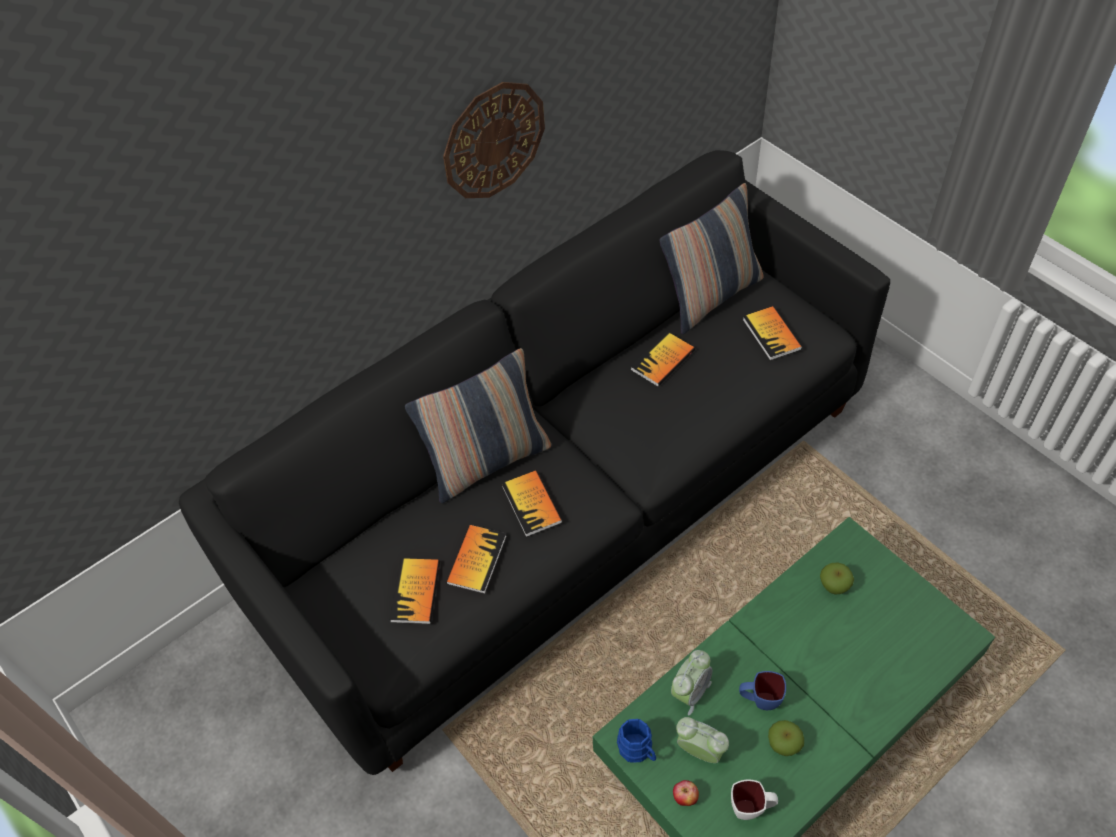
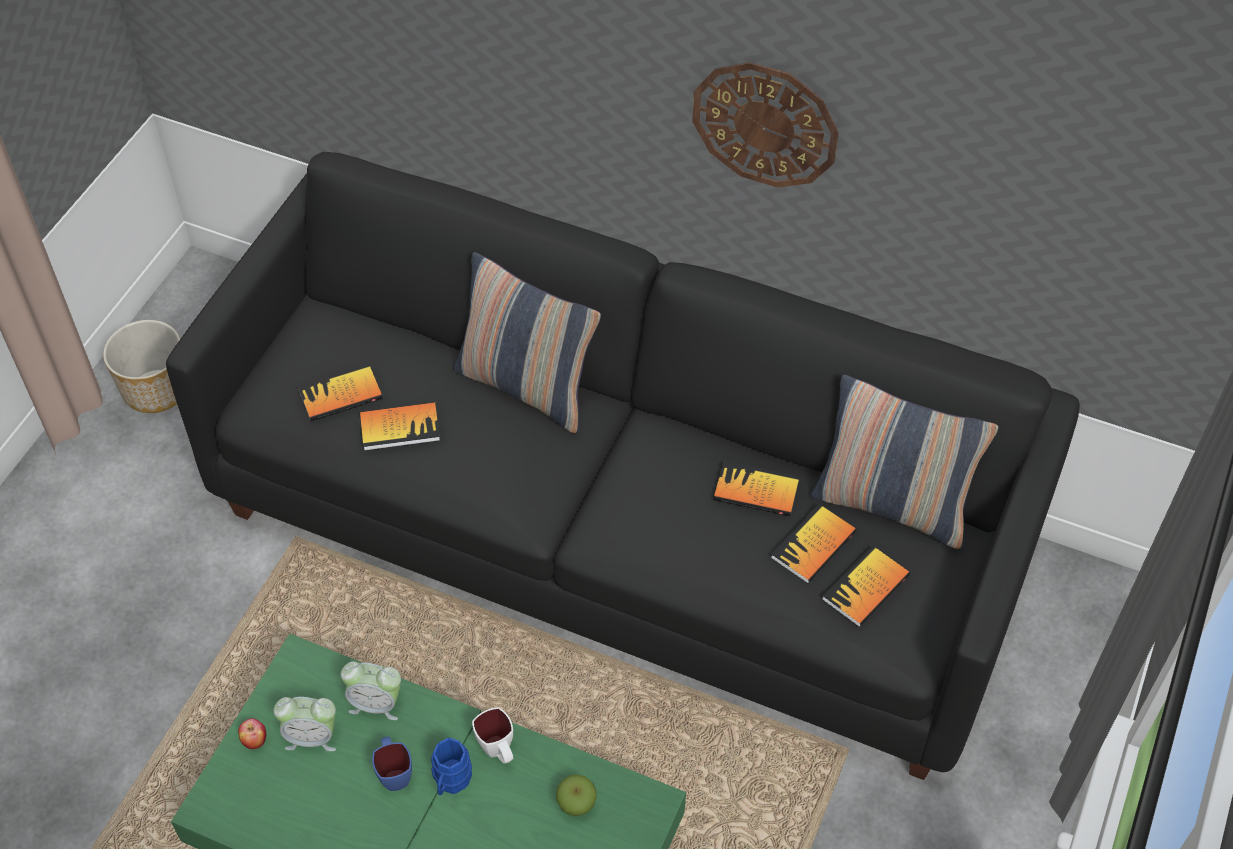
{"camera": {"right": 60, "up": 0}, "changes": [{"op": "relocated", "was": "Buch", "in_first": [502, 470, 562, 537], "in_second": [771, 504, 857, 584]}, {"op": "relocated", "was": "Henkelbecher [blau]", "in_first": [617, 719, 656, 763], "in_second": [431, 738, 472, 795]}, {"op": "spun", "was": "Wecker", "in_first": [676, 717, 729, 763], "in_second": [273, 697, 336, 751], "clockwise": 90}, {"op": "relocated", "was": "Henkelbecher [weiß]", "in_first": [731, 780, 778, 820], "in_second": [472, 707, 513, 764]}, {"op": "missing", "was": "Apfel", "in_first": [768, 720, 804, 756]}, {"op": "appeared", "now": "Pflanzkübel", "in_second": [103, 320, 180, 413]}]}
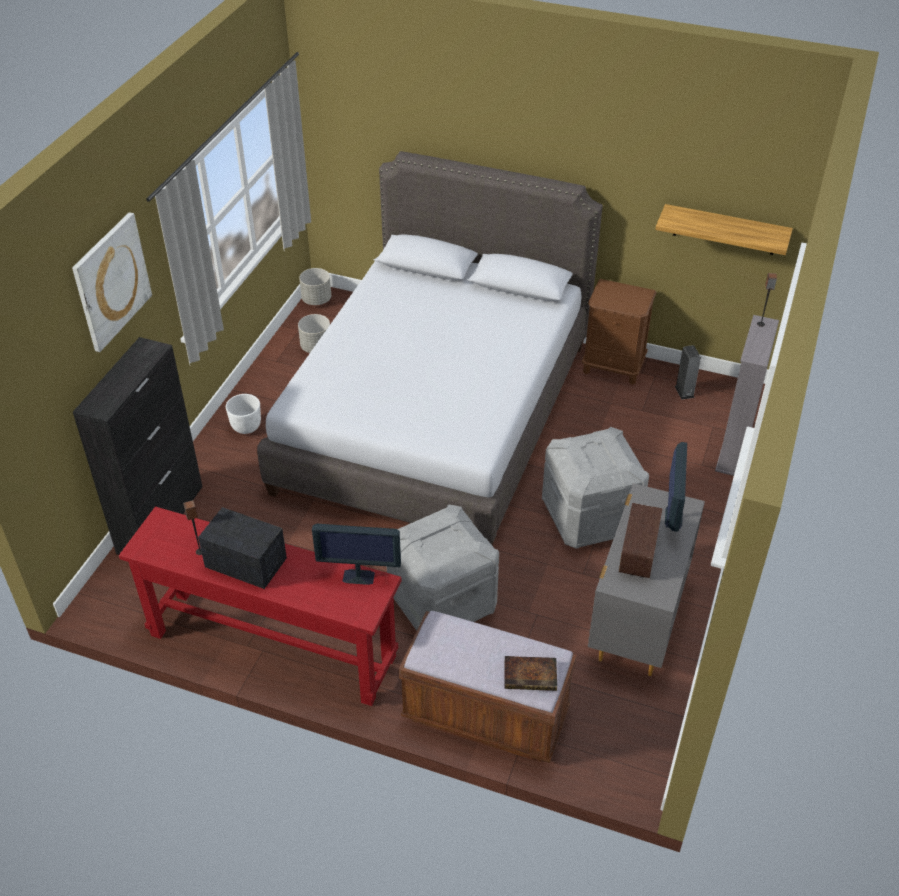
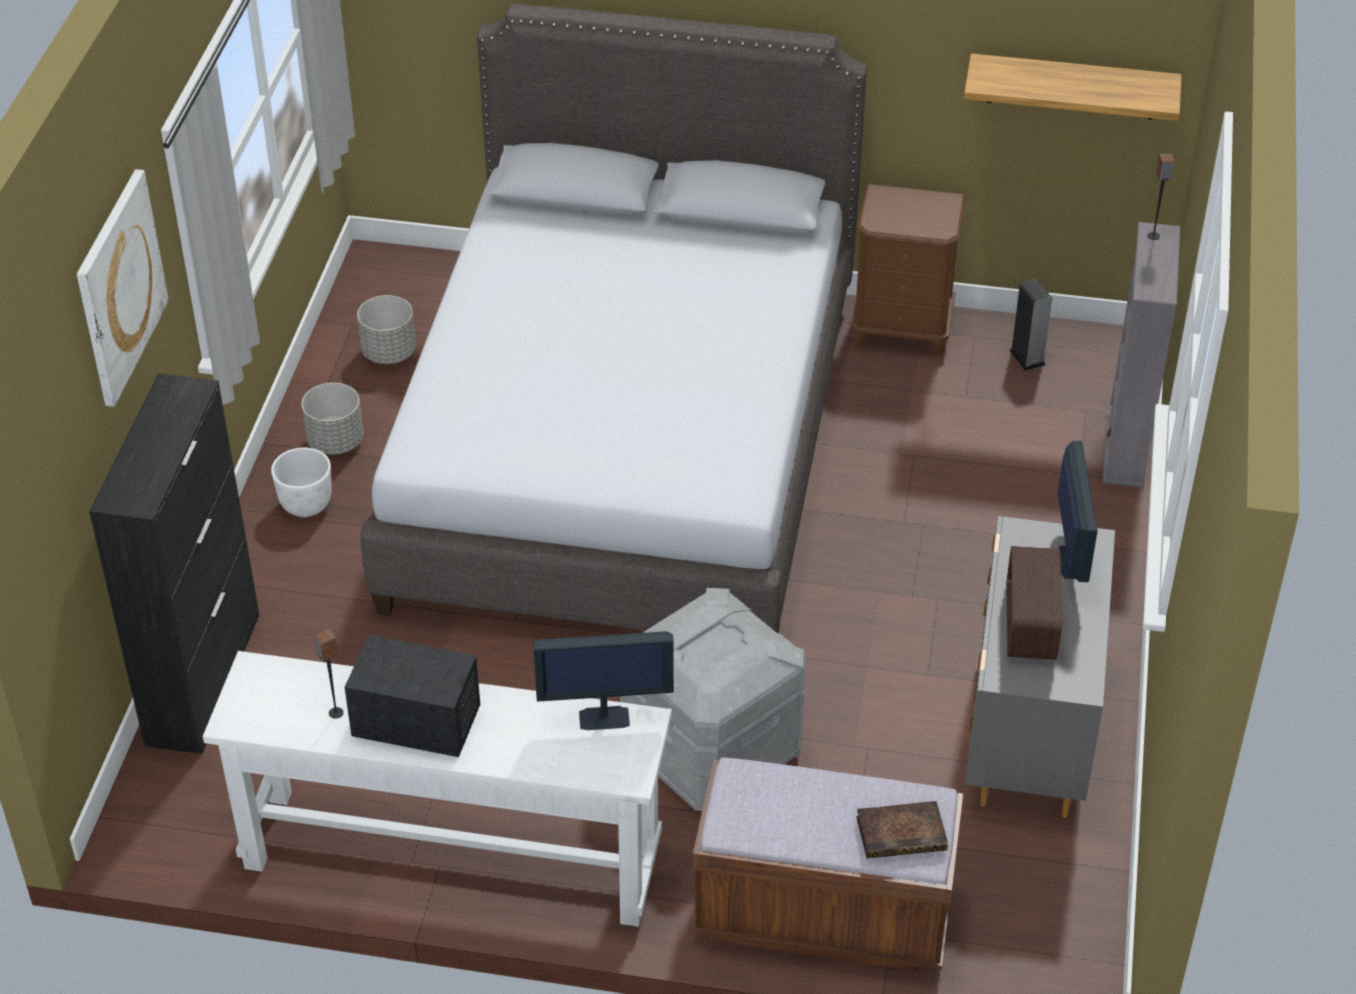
{"camera": {"right": -10, "up": 0}, "changes": [{"op": "colour", "was": "Konsolentisch [rot]", "now": "Konsolentisch [weiß]", "in_first": [119, 506, 401, 706], "in_second": [203, 651, 672, 927]}, {"op": "relocated", "was": "Pflanzkübel [grau]", "in_first": [299, 268, 331, 305], "in_second": [301, 383, 363, 455]}, {"op": "missing", "was": "Aufbewahrungsbox [grau]", "in_first": [542, 427, 649, 549]}]}
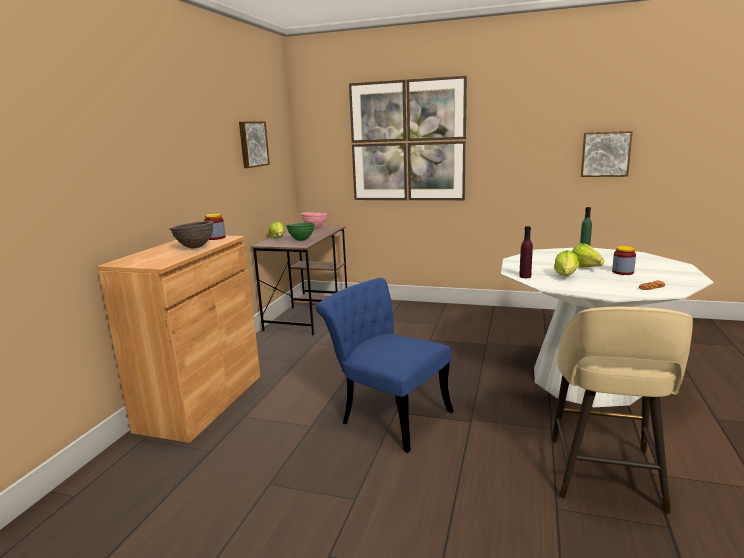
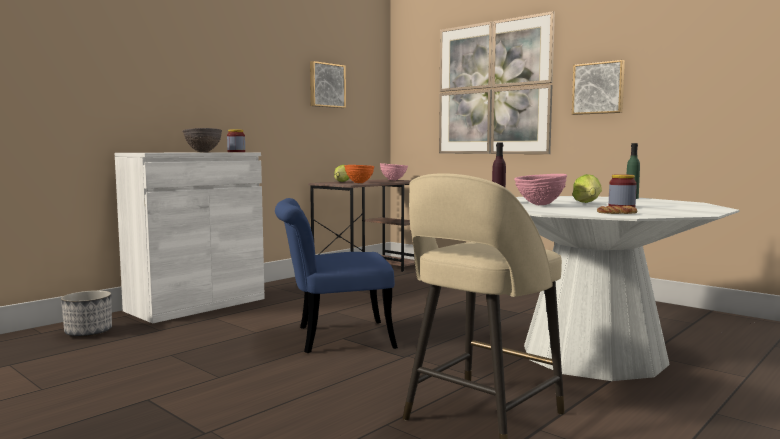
{"camera": {"right": 25, "up": -10}, "changes": [{"op": "colour", "was": "Schrank [braun]", "now": "Schrank [weiß]", "in_first": [97, 236, 260, 443], "in_second": [115, 152, 265, 323]}, {"op": "colour", "was": "Schüssel [grün]", "now": "Schüssel [orange]", "in_first": [286, 223, 315, 241], "in_second": [344, 165, 374, 183]}, {"op": "spun", "was": "Stuhl [blau]", "in_first": [316, 278, 454, 453], "in_second": [275, 198, 398, 353], "clockwise": -75}, {"op": "exchanged", "was": "Salatkopf", "now": "Schüssel [rosa]", "in_first": [554, 250, 579, 276], "in_second": [514, 174, 567, 206]}, {"op": "relocated", "was": "Bild", "in_first": [581, 131, 633, 177], "in_second": [572, 60, 625, 115]}, {"op": "appeared", "now": "Pflanzkübel", "in_second": [61, 290, 112, 337]}]}
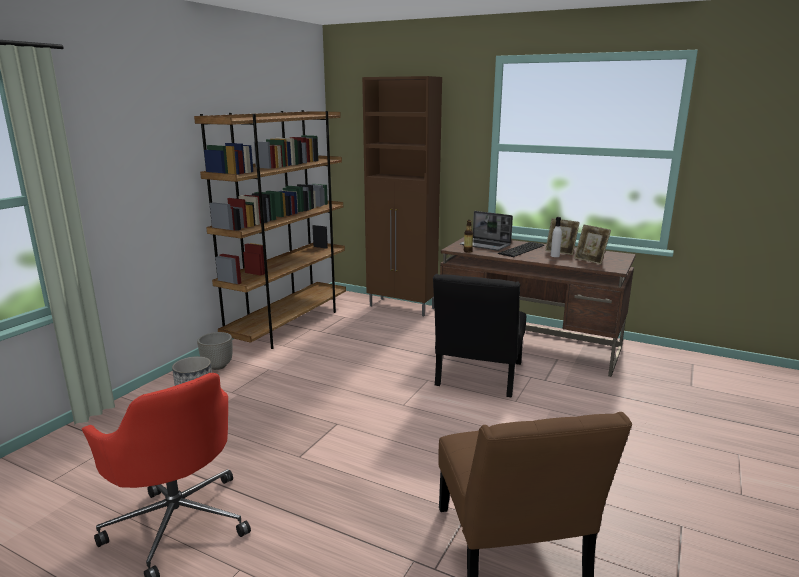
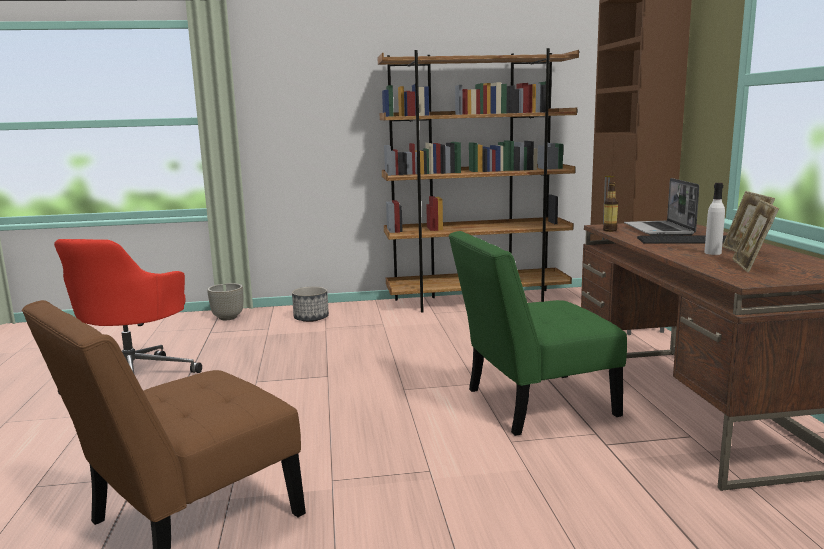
{"camera": {"right": 55, "up": -5}, "changes": [{"op": "relocated", "was": "Pflanzkübel [grau]", "in_first": [197, 332, 233, 370], "in_second": [207, 283, 243, 320]}, {"op": "colour", "was": "Stuhl [schwarz]", "now": "Stuhl [grün]", "in_first": [433, 274, 526, 398], "in_second": [449, 231, 627, 436]}]}
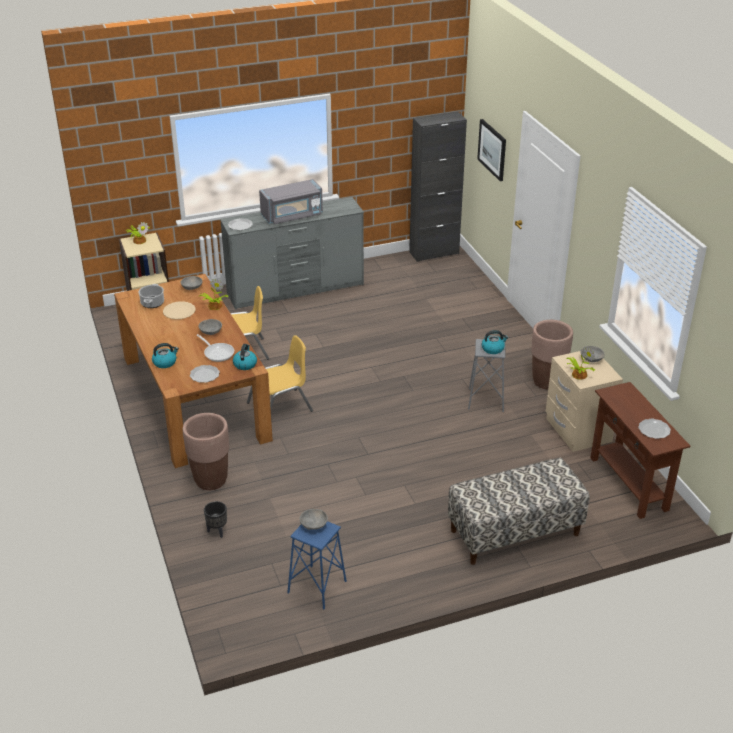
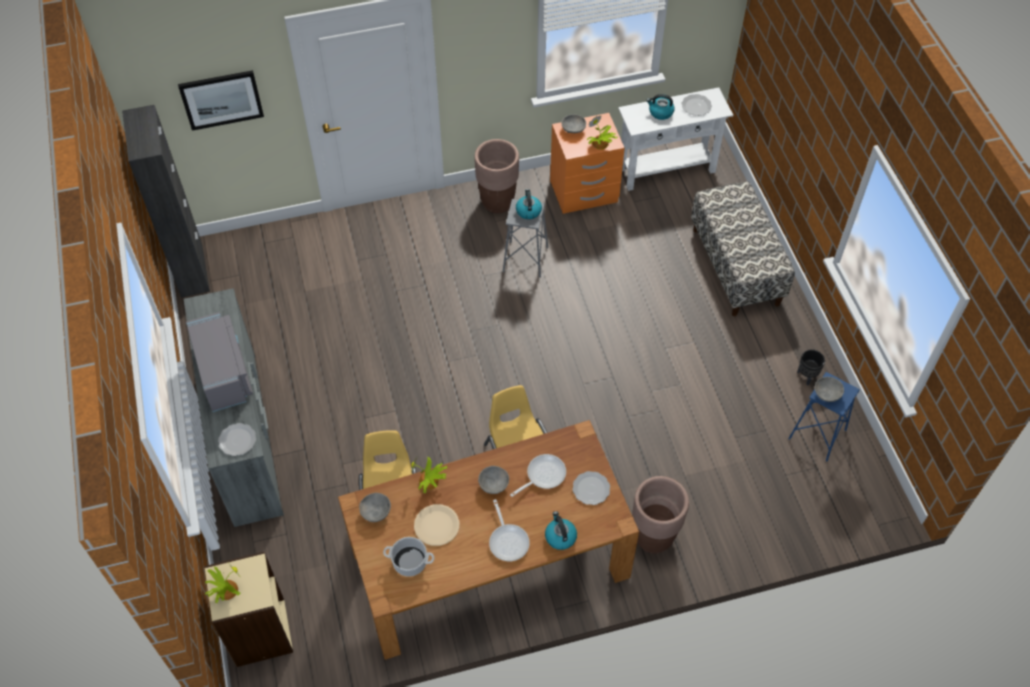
{"camera": {"right": -85, "up": 20}, "changes": [{"op": "relocated", "was": "Pflanzkübel [schwarz]", "in_first": [204, 501, 227, 538], "in_second": [797, 350, 825, 385]}, {"op": "relocated", "was": "Wasserkessel", "in_first": [233, 344, 257, 370], "in_second": [646, 94, 674, 120]}, {"op": "colour", "was": "Nachttisch [beige]", "now": "Nachttisch [orange]", "in_first": [546, 351, 623, 452], "in_second": [550, 113, 625, 214]}, {"op": "colour", "was": "Konsolentisch [braun]", "now": "Konsolentisch [weiß]", "in_first": [590, 382, 691, 519], "in_second": [618, 87, 733, 191]}, {"op": "appeared", "now": "Pfanne", "in_second": [489, 499, 530, 561]}]}
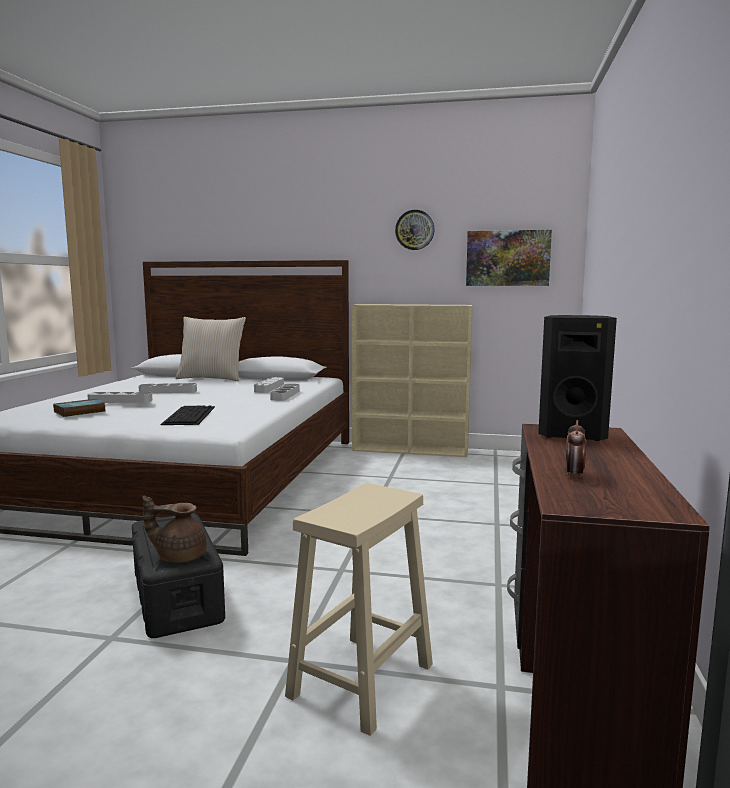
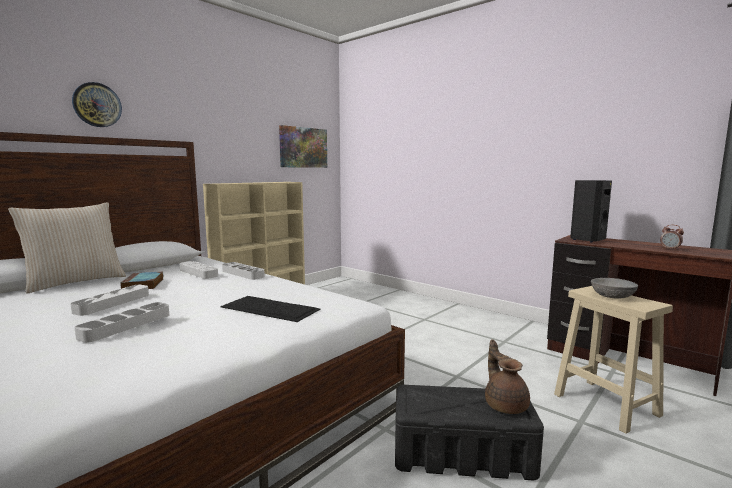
{"camera": {"right": -60, "up": 0}, "changes": [{"op": "relocated", "was": "Buch", "in_first": [53, 399, 105, 417], "in_second": [120, 272, 163, 289]}, {"op": "spun", "was": "Teekanne [braun]", "in_first": [142, 495, 207, 563], "in_second": [485, 339, 530, 414], "clockwise": 135}, {"op": "relocated", "was": "Wanduhr", "in_first": [395, 210, 435, 250], "in_second": [72, 82, 122, 127]}, {"op": "appeared", "now": "Schüssel [grau]", "in_second": [591, 278, 638, 299]}]}
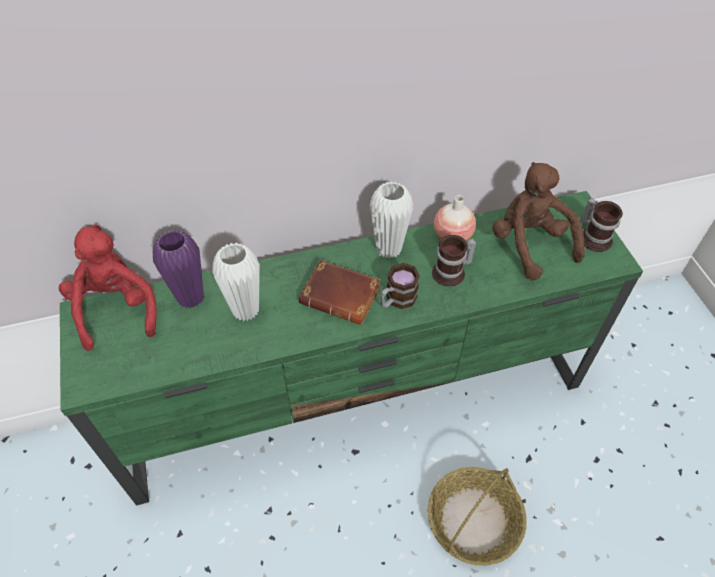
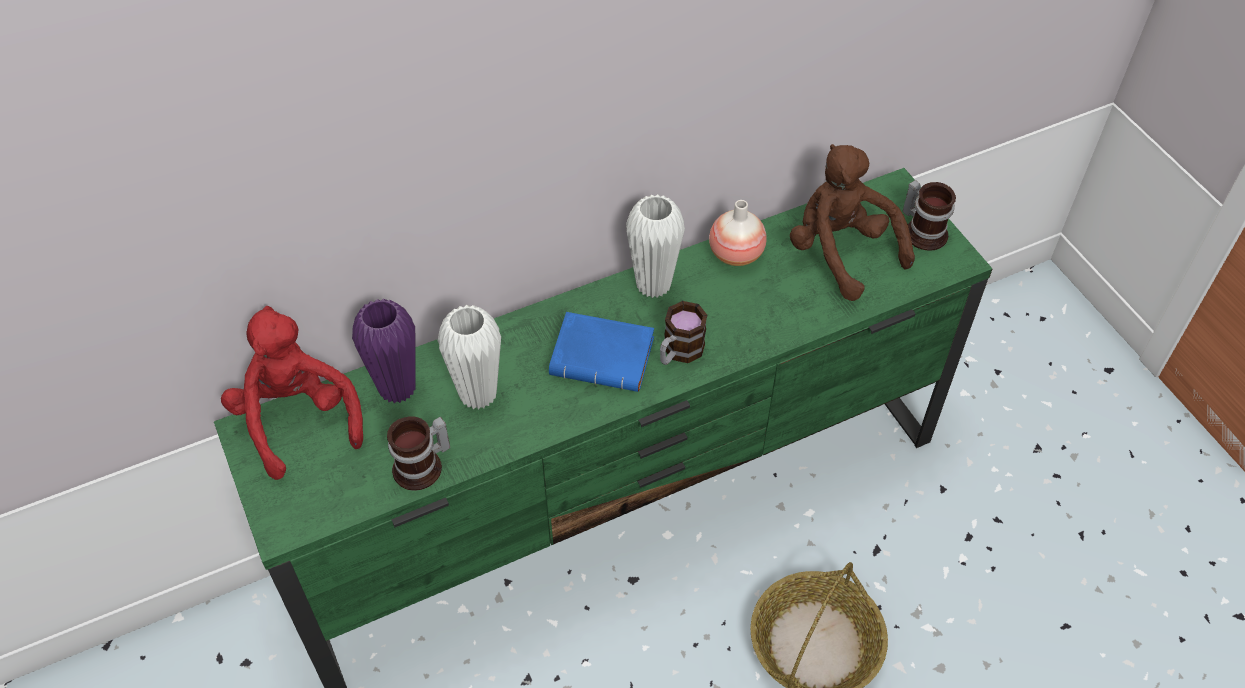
{"camera": {"right": -10, "up": 0}, "changes": [{"op": "colour", "was": "Buch [braun]", "now": "Buch [blau]", "in_first": [299, 260, 381, 325], "in_second": [549, 312, 654, 392]}, {"op": "relocated", "was": "Henkelbecher", "in_first": [432, 235, 477, 287], "in_second": [387, 416, 450, 491]}]}
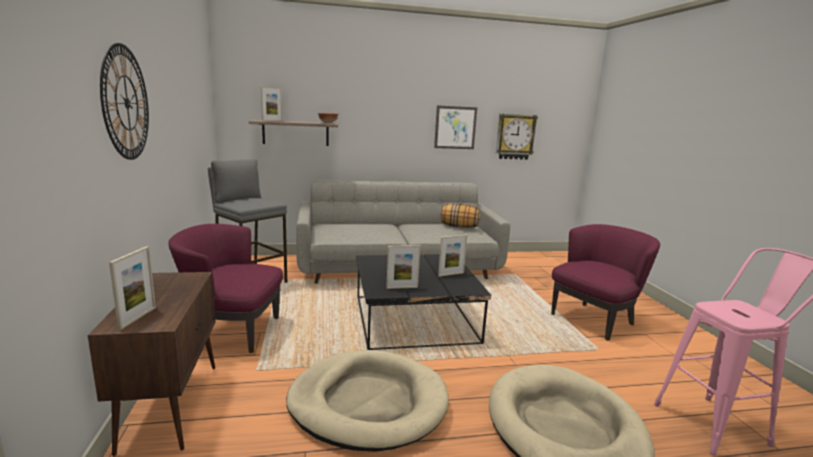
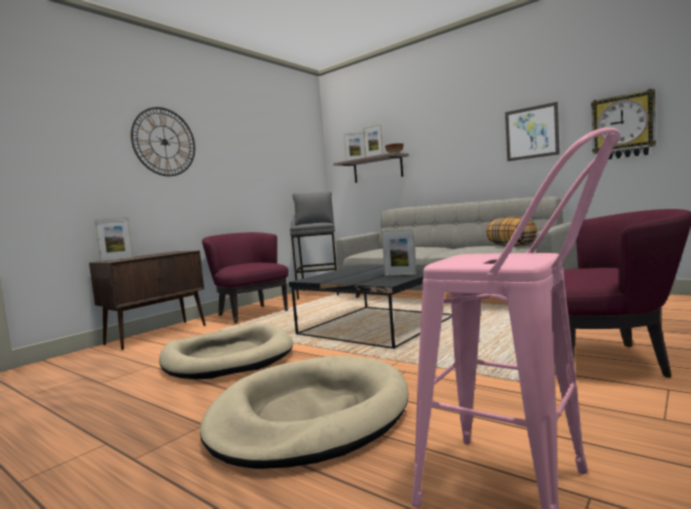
{"camera": {"right": 50, "up": -10}, "changes": [{"op": "relocated", "was": "Bilderrahmen", "in_first": [386, 245, 420, 289], "in_second": [363, 124, 383, 157]}]}
